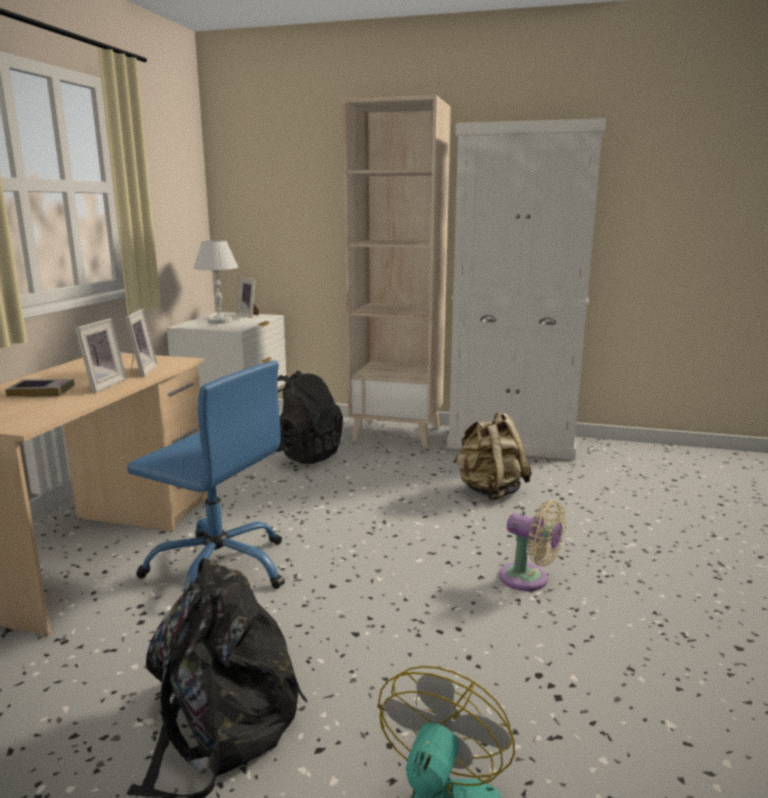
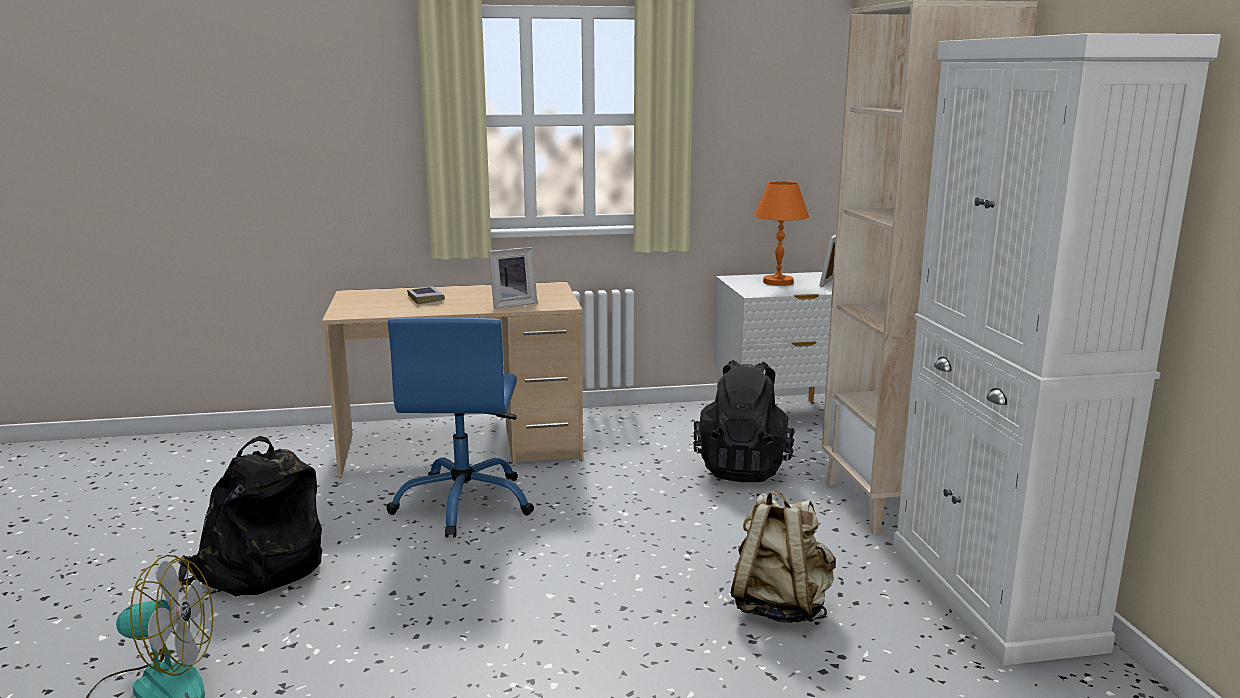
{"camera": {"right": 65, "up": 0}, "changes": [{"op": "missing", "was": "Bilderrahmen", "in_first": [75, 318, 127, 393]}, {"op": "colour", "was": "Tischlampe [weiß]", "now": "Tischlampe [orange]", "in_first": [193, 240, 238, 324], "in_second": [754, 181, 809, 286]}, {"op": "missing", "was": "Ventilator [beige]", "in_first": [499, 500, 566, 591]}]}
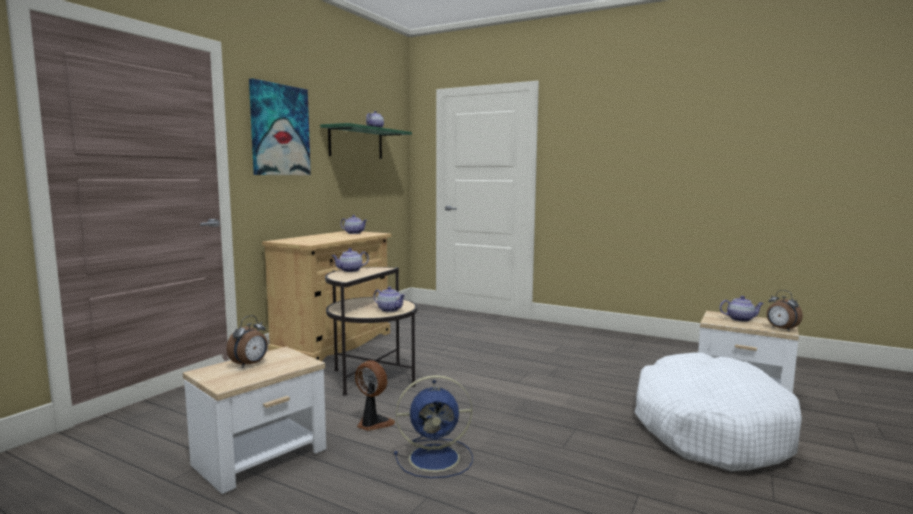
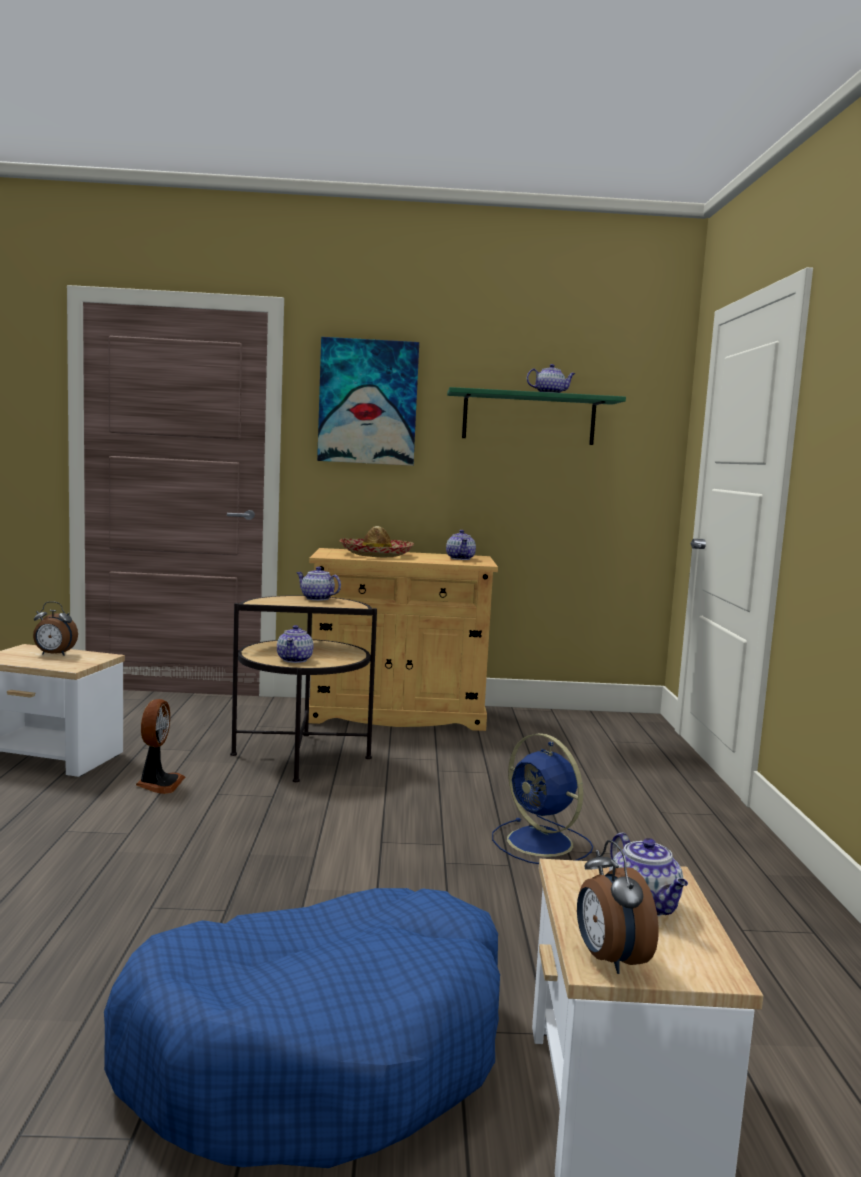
{"camera": {"right": 60, "up": 0}, "changes": [{"op": "relocated", "was": "Ventilator [blau]", "in_first": [394, 375, 473, 478], "in_second": [492, 733, 593, 864]}, {"op": "colour", "was": "Hundebett [weiß]", "now": "Hundebett [blau]", "in_first": [635, 352, 802, 471], "in_second": [104, 888, 500, 1168]}, {"op": "spun", "was": "Wecker", "in_first": [767, 290, 803, 331], "in_second": [577, 840, 659, 974], "clockwise": -45}, {"op": "appeared", "now": "Hut", "in_second": [340, 526, 414, 557]}]}
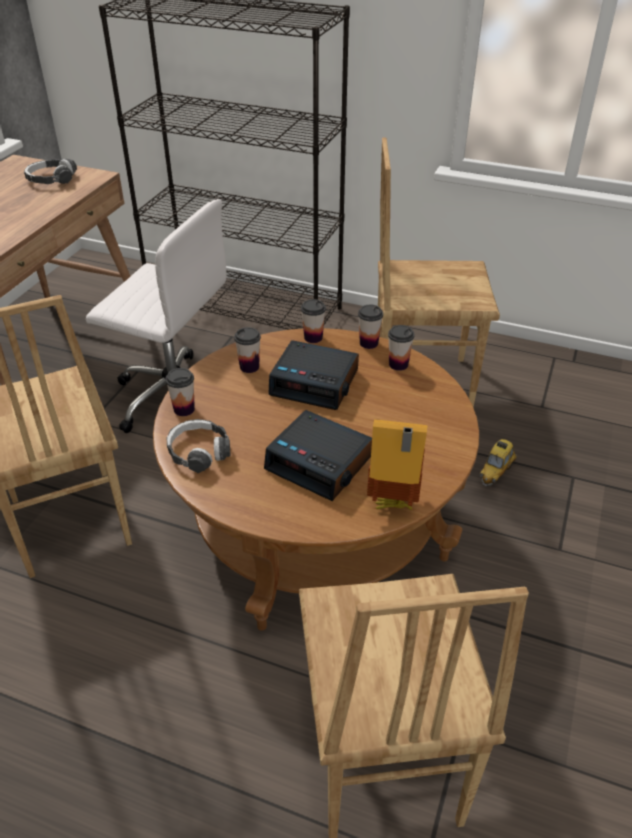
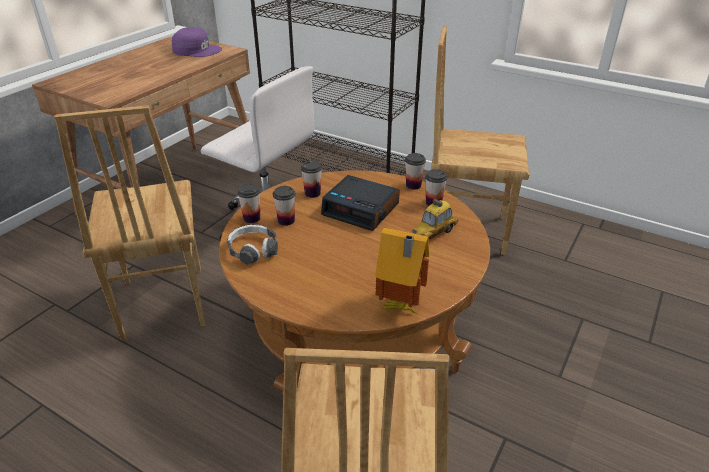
{"camera": {"right": 10, "up": -5}, "changes": [{"op": "exchanged", "was": "Kopfhörer", "now": "Kappe [lila]", "in_first": [24, 159, 77, 184], "in_second": [172, 27, 222, 57]}, {"op": "missing", "was": "Wecker", "in_first": [264, 410, 372, 501]}, {"op": "relocated", "was": "Tasse", "in_first": [301, 299, 326, 343], "in_second": [273, 186, 296, 226]}, {"op": "relocated", "was": "Spielzeugauto", "in_first": [480, 439, 517, 487], "in_second": [413, 199, 458, 239]}]}
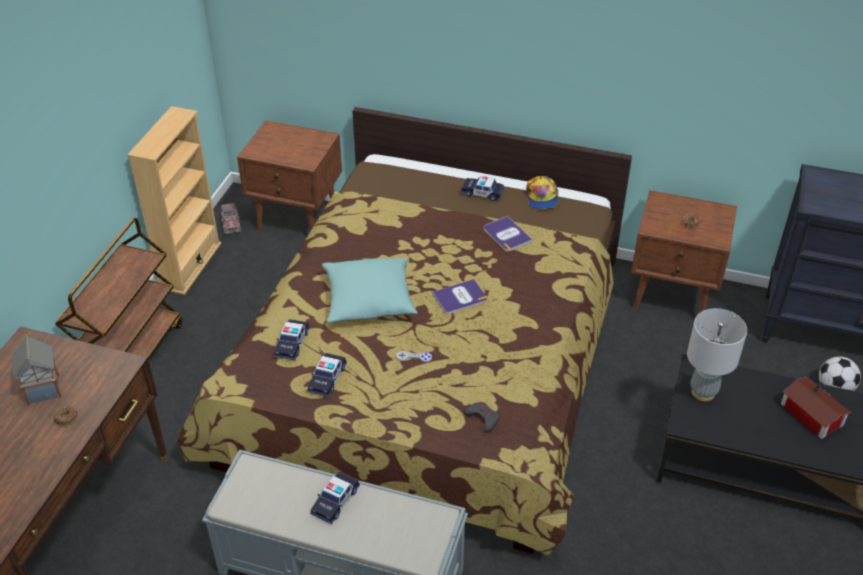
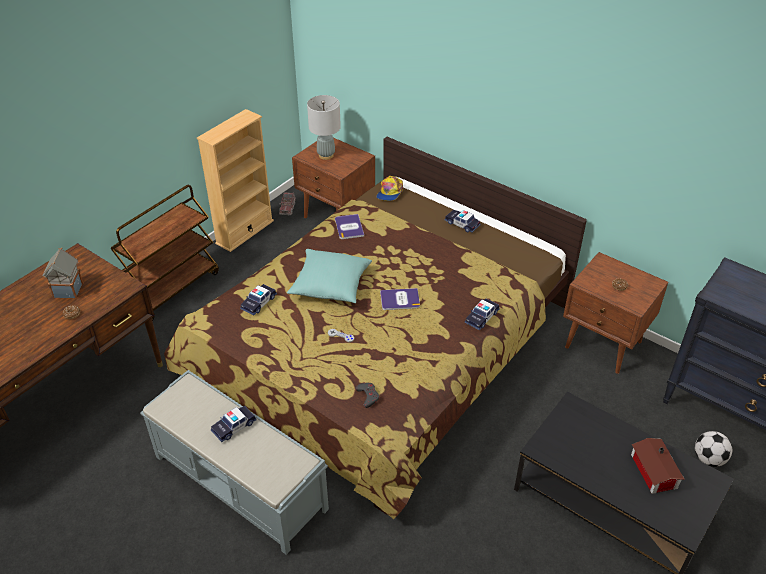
{"camera": {"right": 20, "up": 0}, "changes": [{"op": "relocated", "was": "Spielzeugauto", "in_first": [307, 353, 347, 397], "in_second": [465, 299, 500, 330]}, {"op": "relocated", "was": "Buch", "in_first": [483, 216, 532, 251], "in_second": [335, 214, 364, 239]}, {"op": "relocated", "was": "Kappe", "in_first": [526, 176, 558, 209], "in_second": [376, 176, 403, 201]}, {"op": "relocated", "was": "Tischlampe [grau]", "in_first": [687, 308, 747, 401], "in_second": [307, 95, 341, 160]}]}
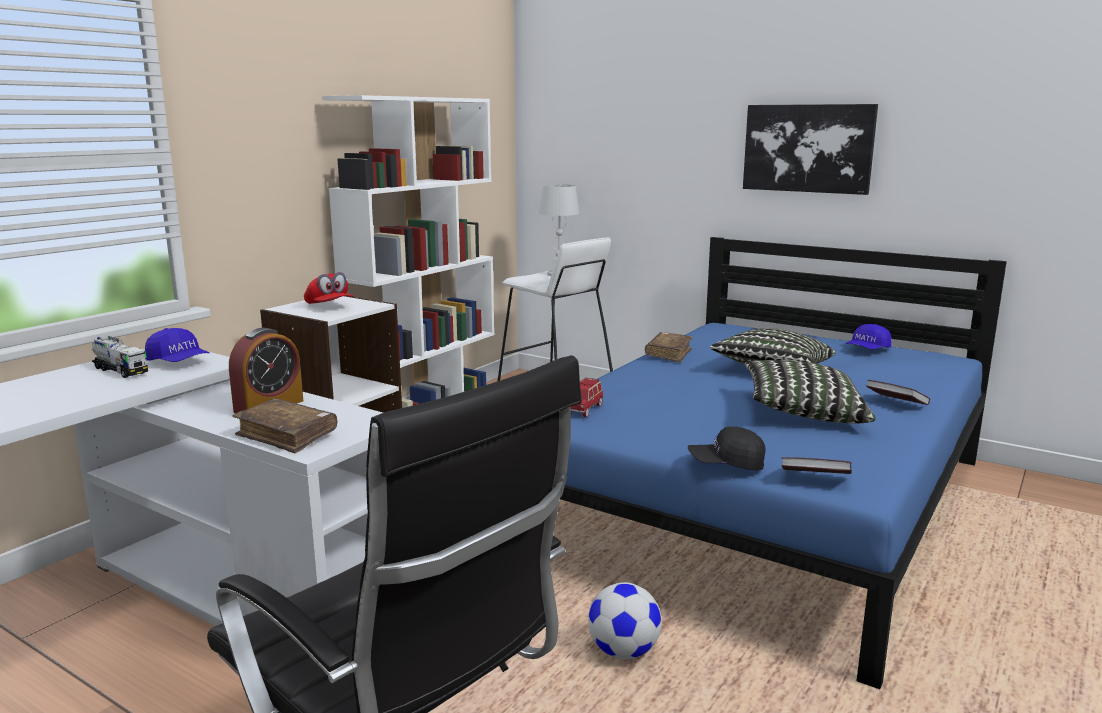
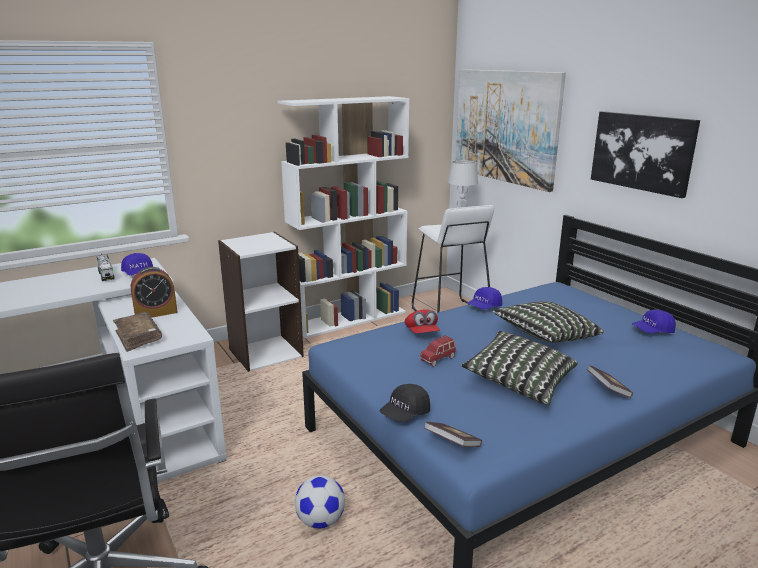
{"camera": {"right": 25, "up": 5}, "changes": [{"op": "relocated", "was": "Kappe [rot]", "in_first": [304, 272, 354, 304], "in_second": [405, 310, 440, 333]}, {"op": "relocated", "was": "Spielzeugauto [rot]", "in_first": [571, 378, 603, 417], "in_second": [420, 335, 456, 367]}, {"op": "exchanged", "was": "Buch [braun]", "now": "Kappe [blau]", "in_first": [645, 332, 693, 363], "in_second": [467, 287, 502, 310]}, {"op": "spun", "was": "Kappe [schwarz]", "in_first": [688, 427, 765, 470], "in_second": [380, 384, 430, 422], "clockwise": -75}, {"op": "appeared", "now": "Bild", "in_second": [456, 69, 566, 192]}]}
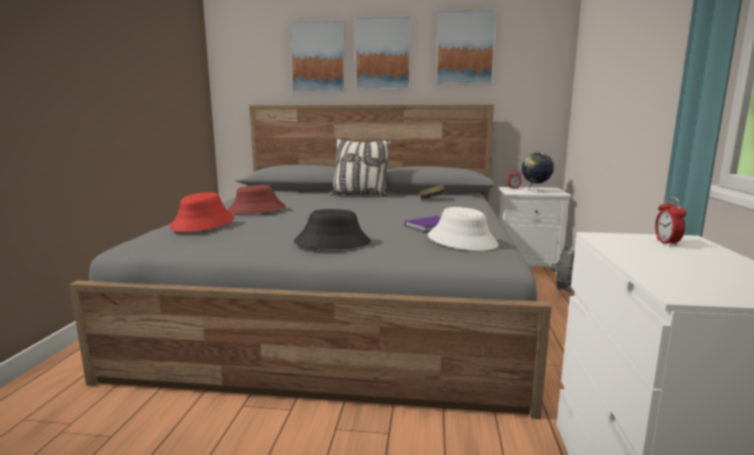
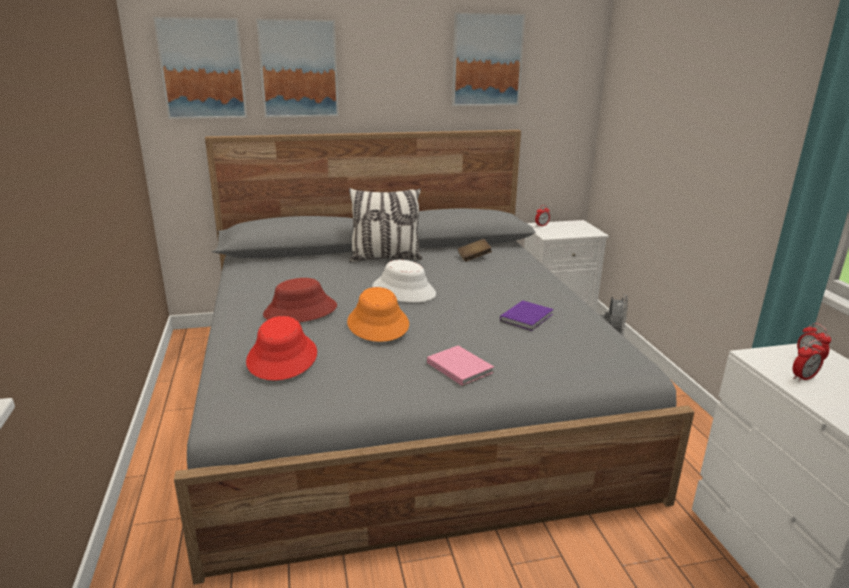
{"camera": {"right": -20, "up": 10}, "changes": [{"op": "exchanged", "was": "Hut [schwarz]", "now": "Buch [rosa]", "in_first": [294, 209, 371, 249], "in_second": [427, 346, 494, 386]}, {"op": "relocated", "was": "Bild", "in_first": [355, 16, 412, 90], "in_second": [153, 17, 247, 119]}, {"op": "relocated", "was": "Hut [weiß]", "in_first": [428, 207, 499, 251], "in_second": [372, 260, 436, 303]}, {"op": "missing", "was": "Globus", "in_first": [522, 153, 554, 193]}, {"op": "appeared", "now": "Hut [orange]", "in_second": [347, 287, 409, 342]}, {"op": "appeared", "now": "Wecker", "in_second": [793, 340, 826, 382]}]}
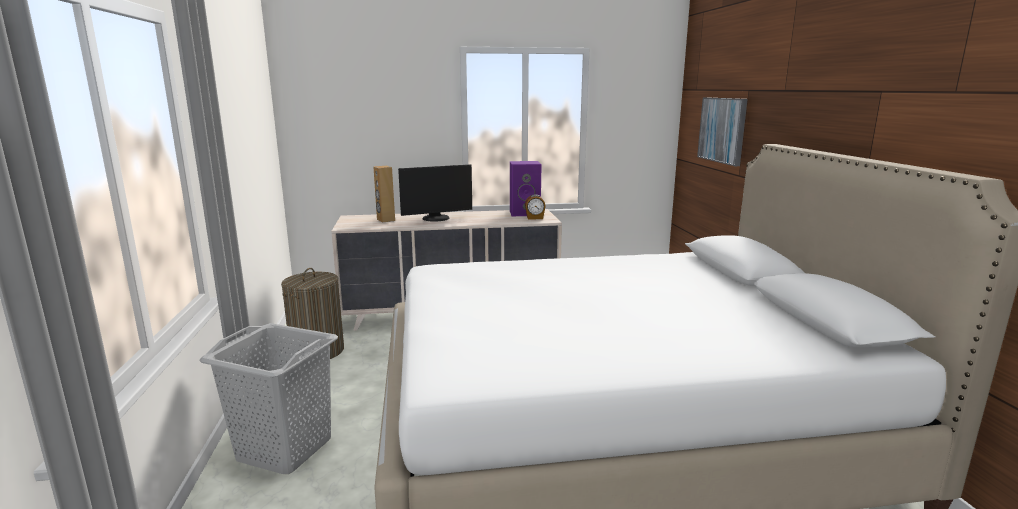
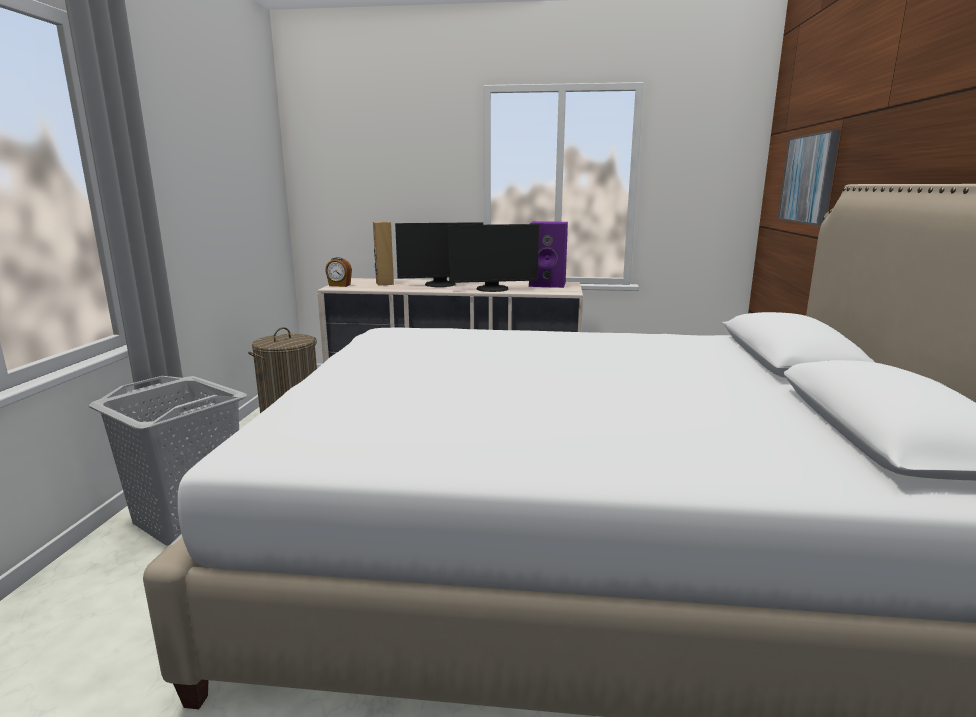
{"camera": {"right": 15, "up": 0}, "changes": [{"op": "relocated", "was": "Wecker", "in_first": [525, 194, 546, 219], "in_second": [325, 257, 352, 287]}, {"op": "appeared", "now": "Monitor", "in_second": [448, 224, 539, 292]}]}
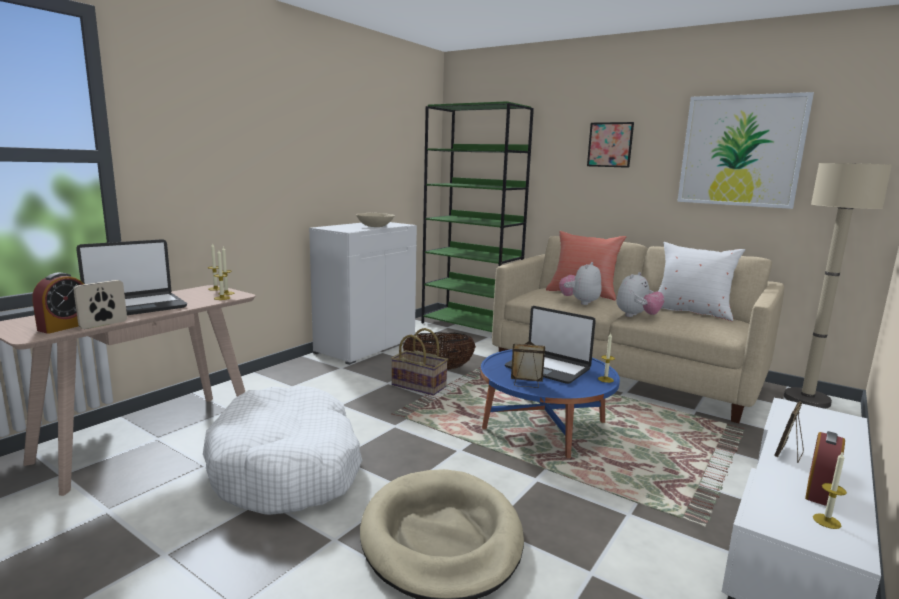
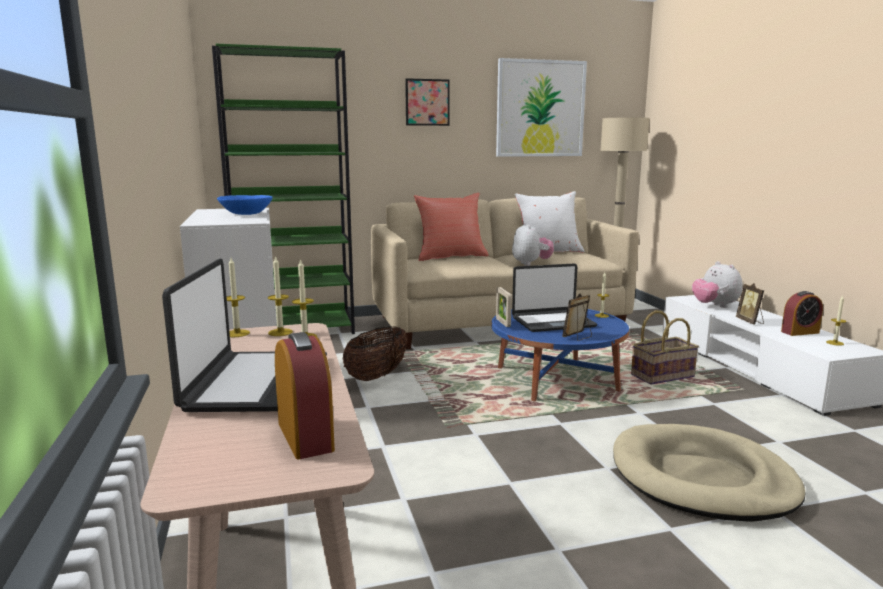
{"camera": {"right": -50, "up": 0}, "changes": [{"op": "relocated", "was": "Bilderrahmen", "in_first": [74, 280, 127, 329], "in_second": [496, 287, 512, 327]}, {"op": "missing", "was": "Hundebett [weiß]", "in_first": [203, 386, 362, 515]}, {"op": "colour", "was": "Schüssel [beige]", "now": "Schüssel [blau]", "in_first": [356, 213, 395, 227], "in_second": [217, 195, 273, 215]}, {"op": "relocated", "was": "Korb", "in_first": [391, 328, 448, 395], "in_second": [631, 311, 699, 385]}, {"op": "relocated", "was": "Plüschtier", "in_first": [559, 262, 602, 305], "in_second": [692, 261, 743, 308]}, {"op": "spun", "was": "Wecker", "in_first": [805, 431, 845, 506], "in_second": [781, 291, 823, 336], "clockwise": -90}]}
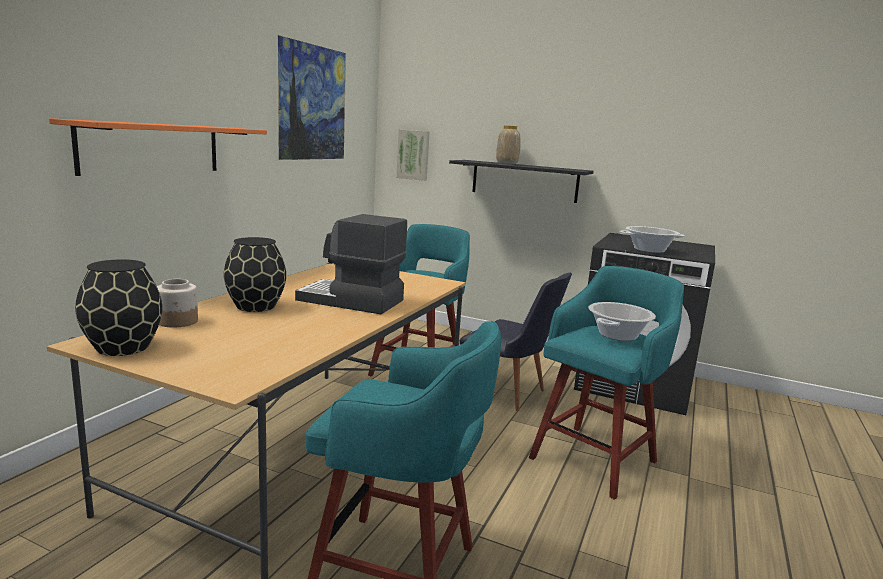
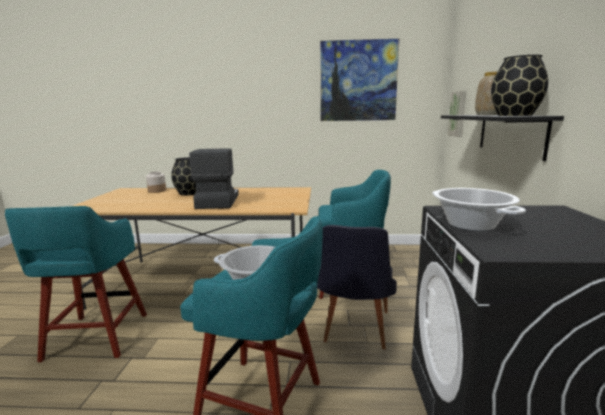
{"camera": {"right": 70, "up": 0}, "changes": [{"op": "missing", "was": "Wandregal [orange]", "in_first": [49, 118, 267, 176]}, {"op": "relocated", "was": "Vase [schwarz]", "in_first": [75, 259, 162, 356], "in_second": [491, 55, 548, 116]}]}
